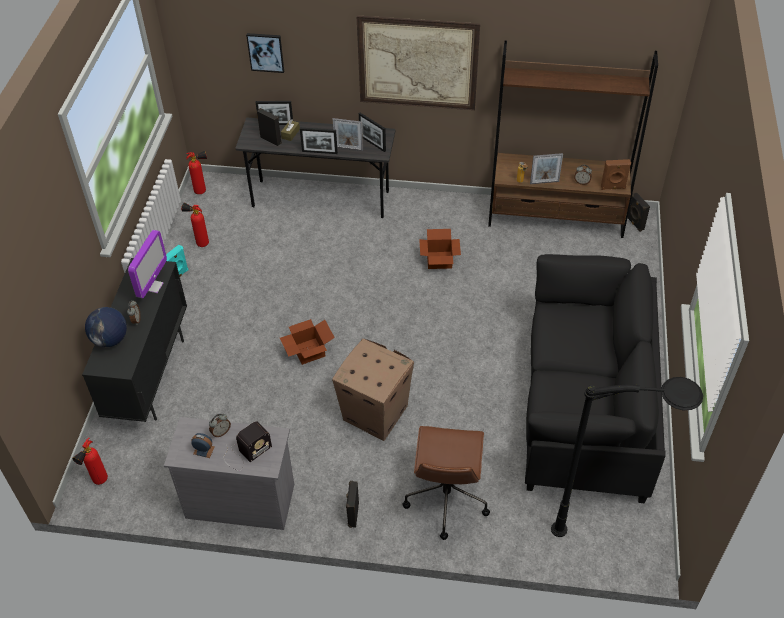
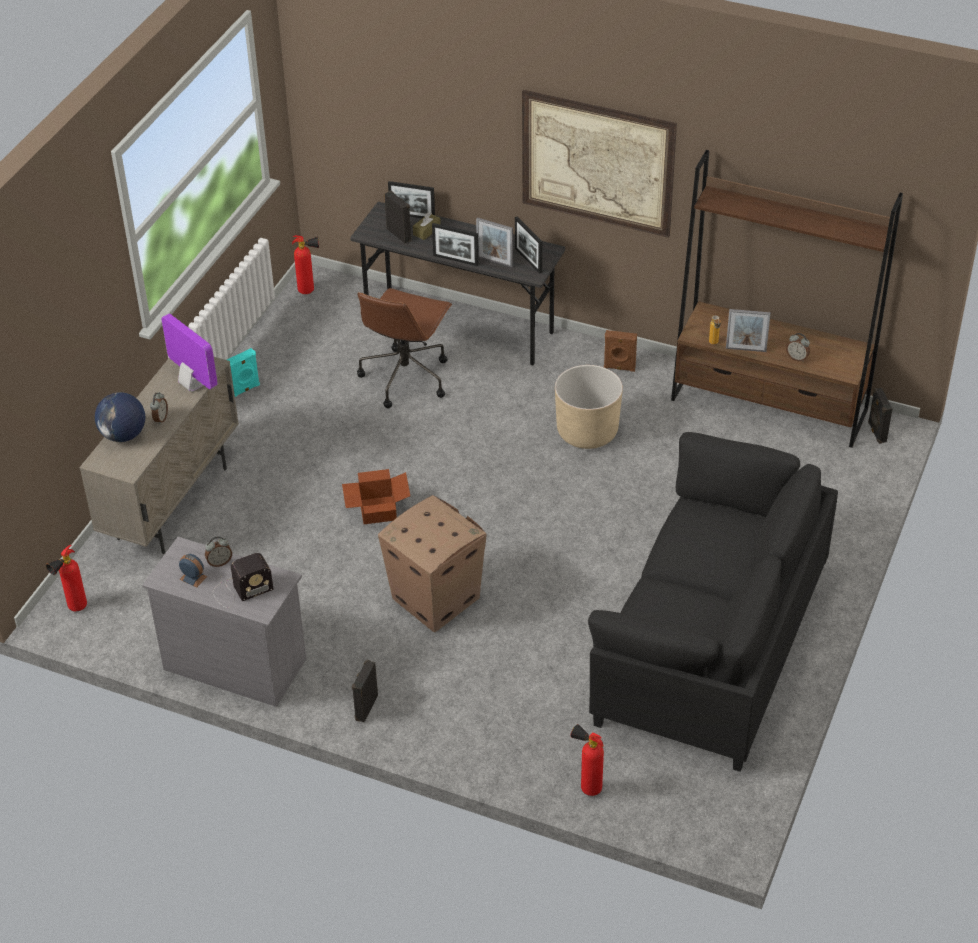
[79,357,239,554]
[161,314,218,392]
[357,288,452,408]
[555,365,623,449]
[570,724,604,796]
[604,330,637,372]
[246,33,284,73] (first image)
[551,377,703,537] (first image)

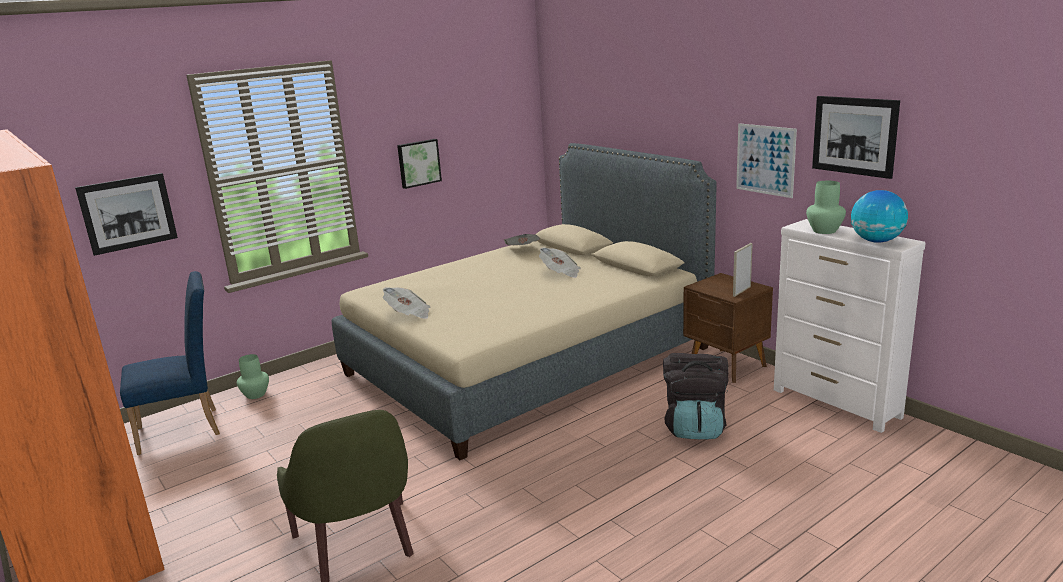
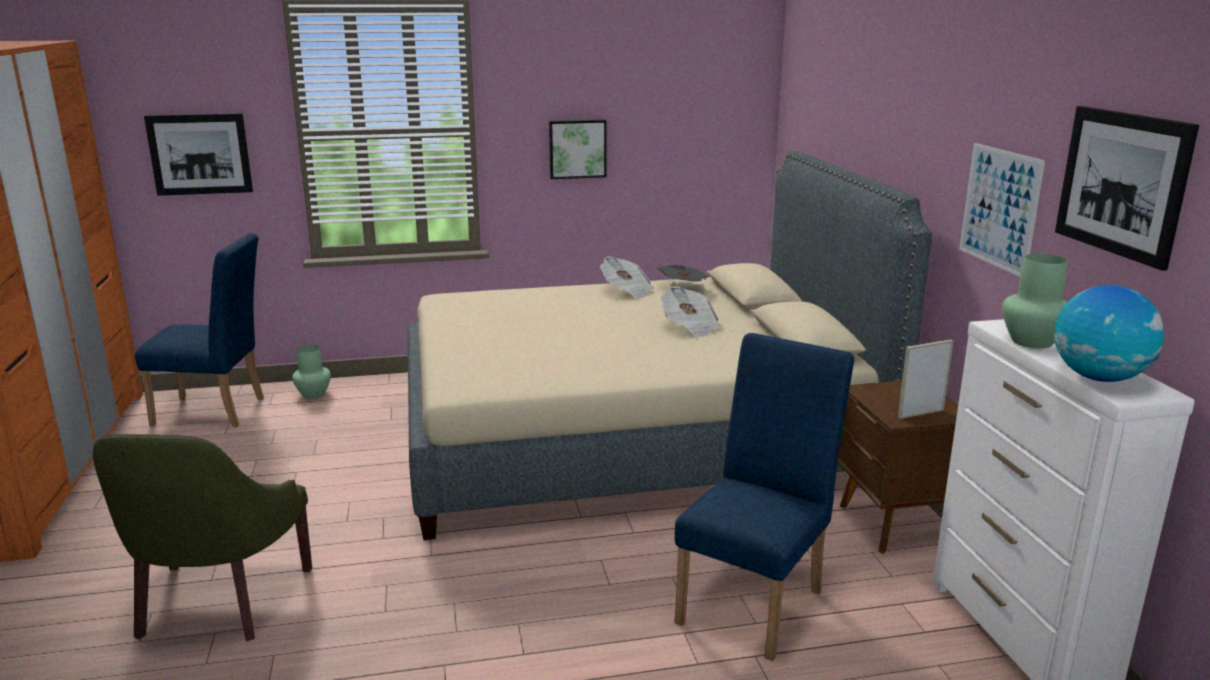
[600,257,654,299]
[674,333,854,661]

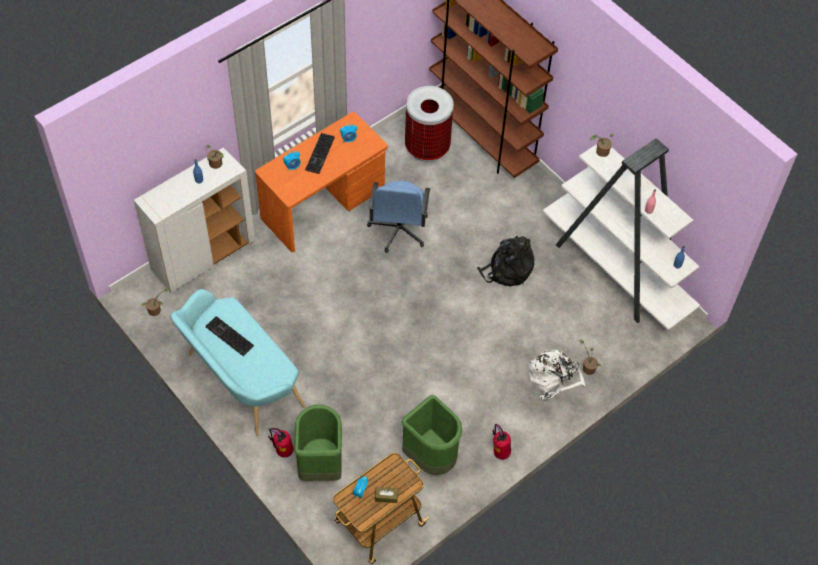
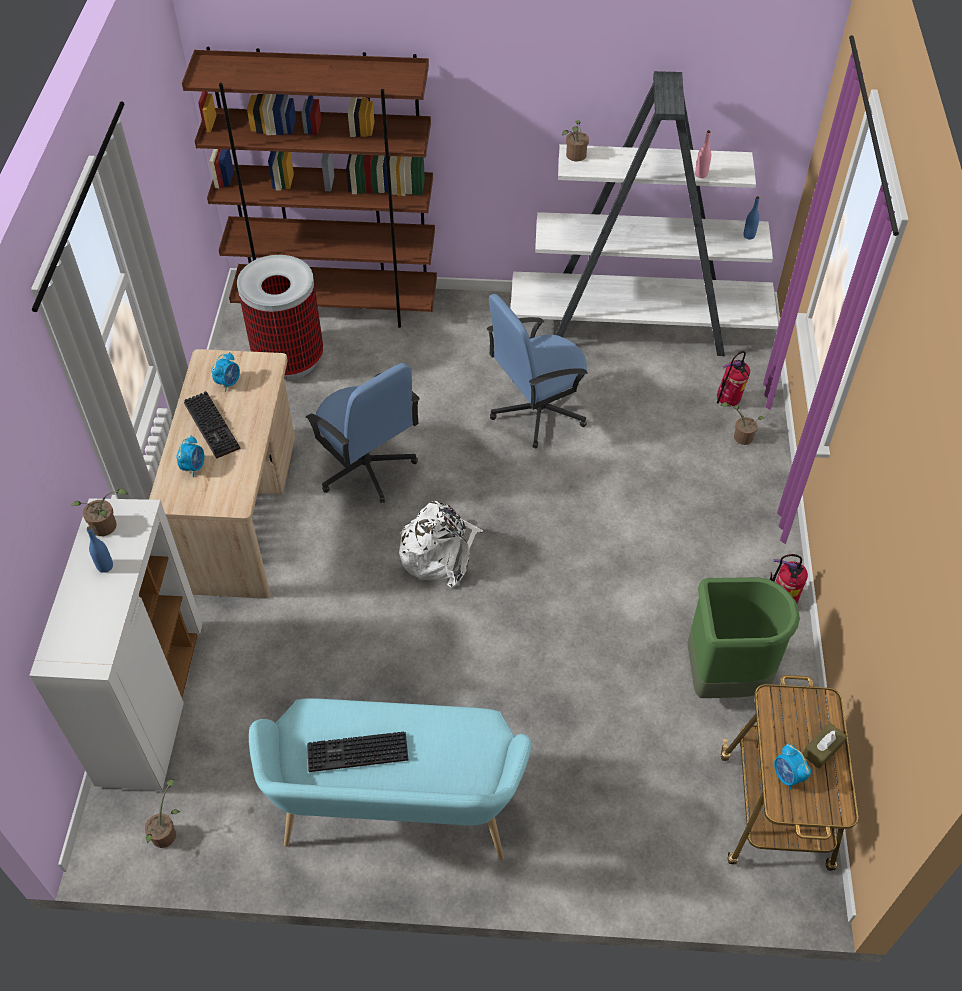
[149,349,295,599]
[399,501,483,588]
[487,294,588,448]
[717,351,750,406]
[294,405,342,481] (first image)

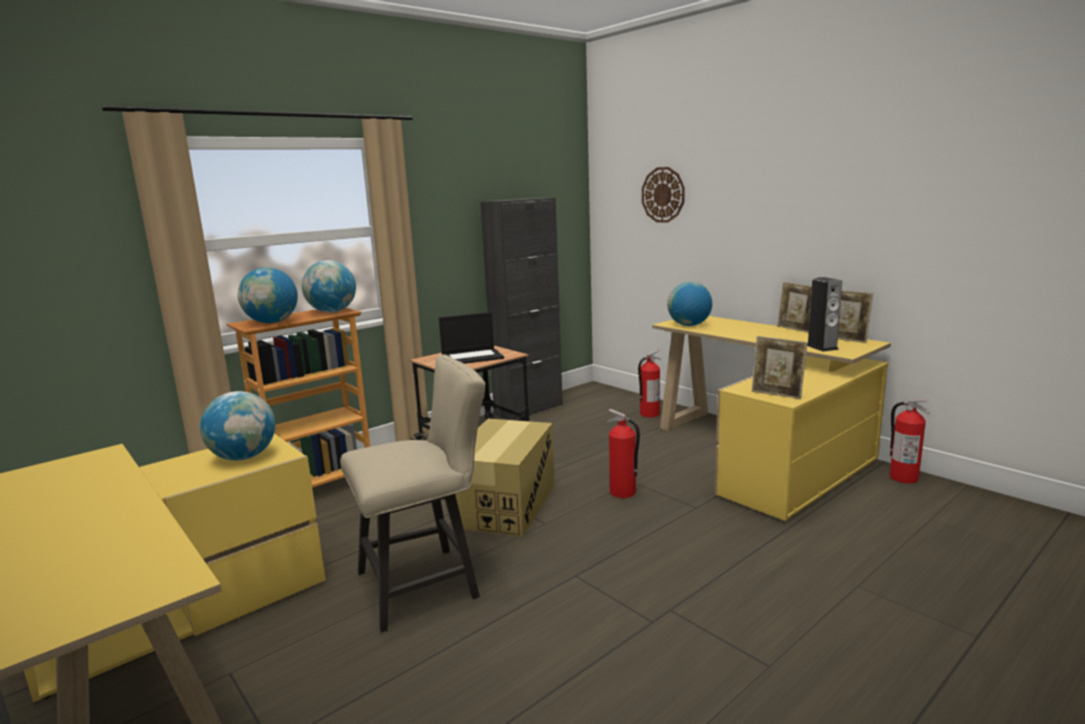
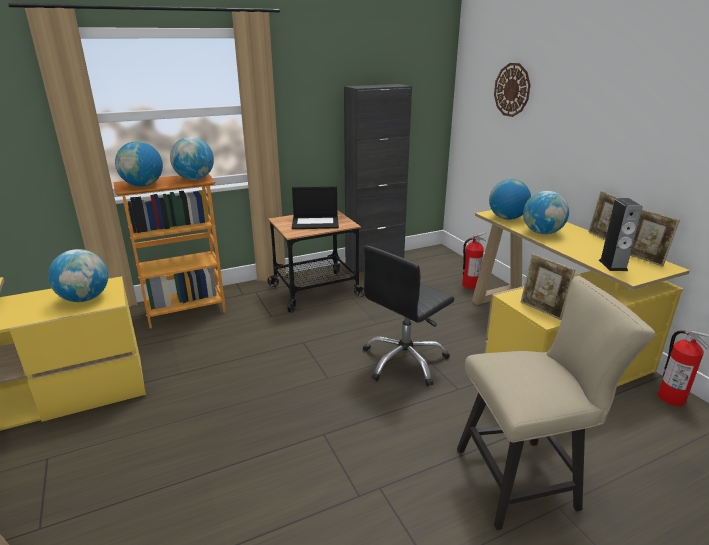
[363,245,454,387]
[457,276,655,530]
[523,191,569,234]
[451,419,555,537] (first image)

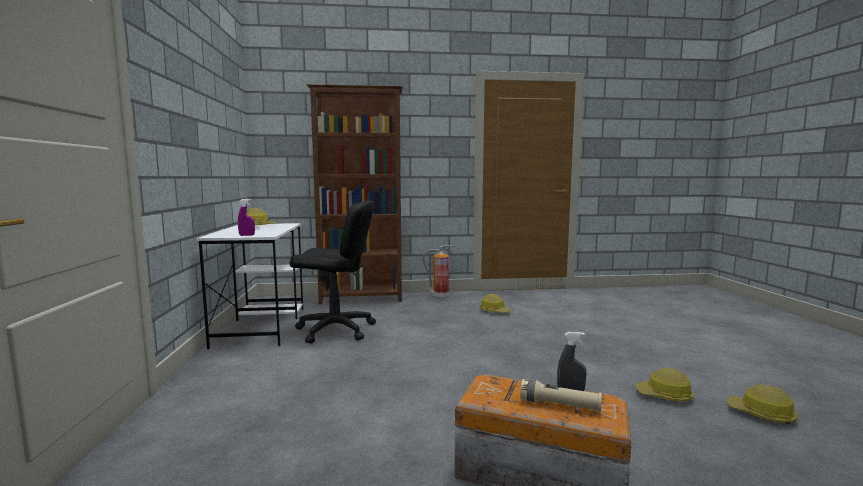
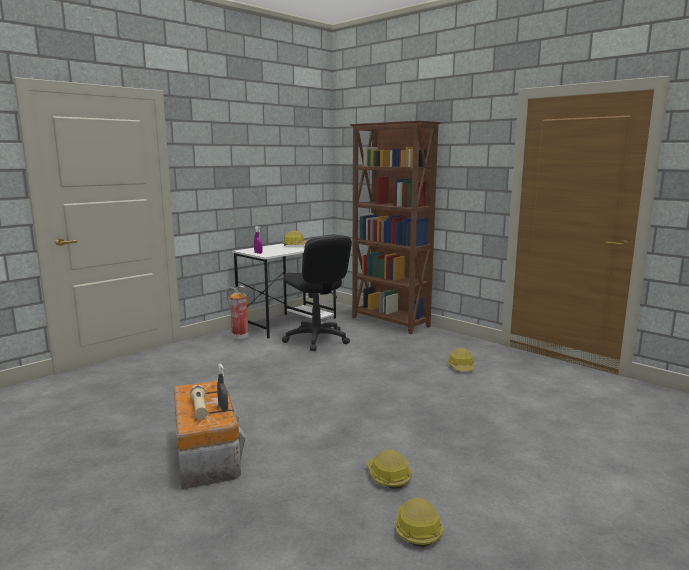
[227,286,249,341]

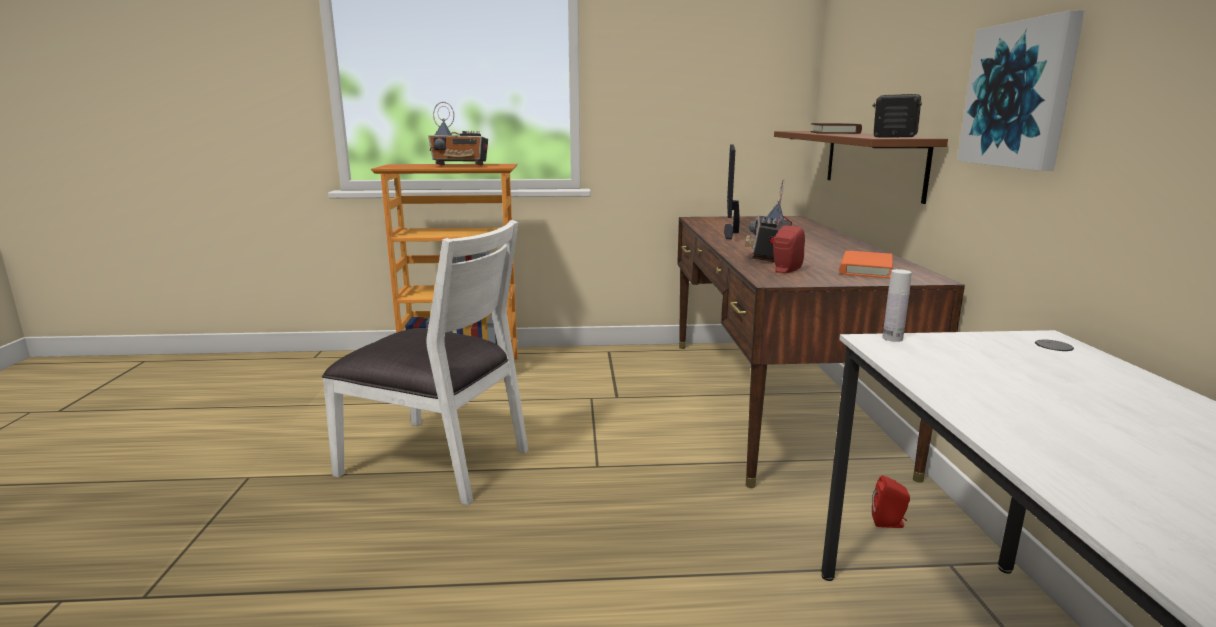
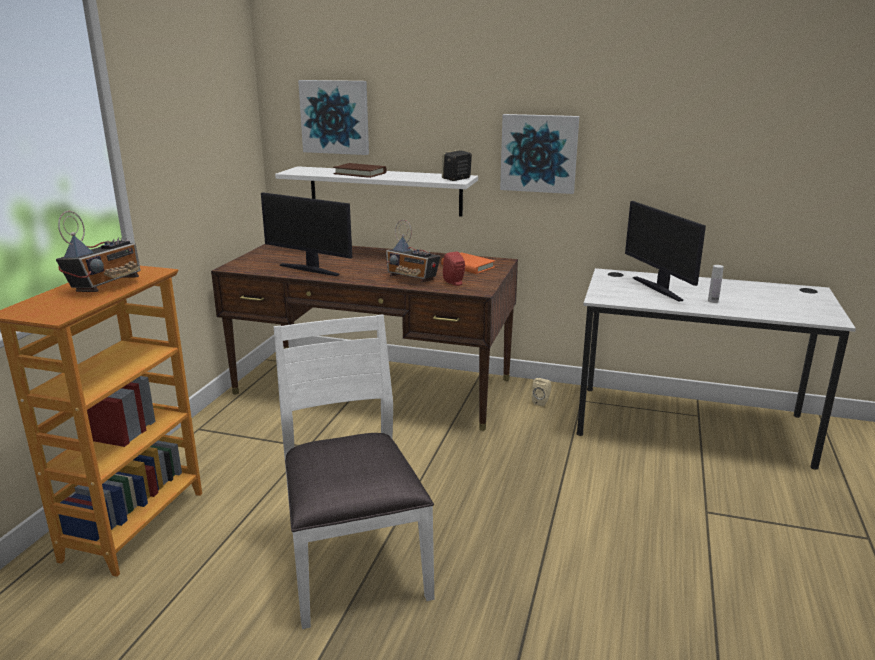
[274,315,434,629]
[275,166,478,217]
[298,80,369,155]
[532,378,551,407]
[625,201,706,302]
[708,265,724,303]

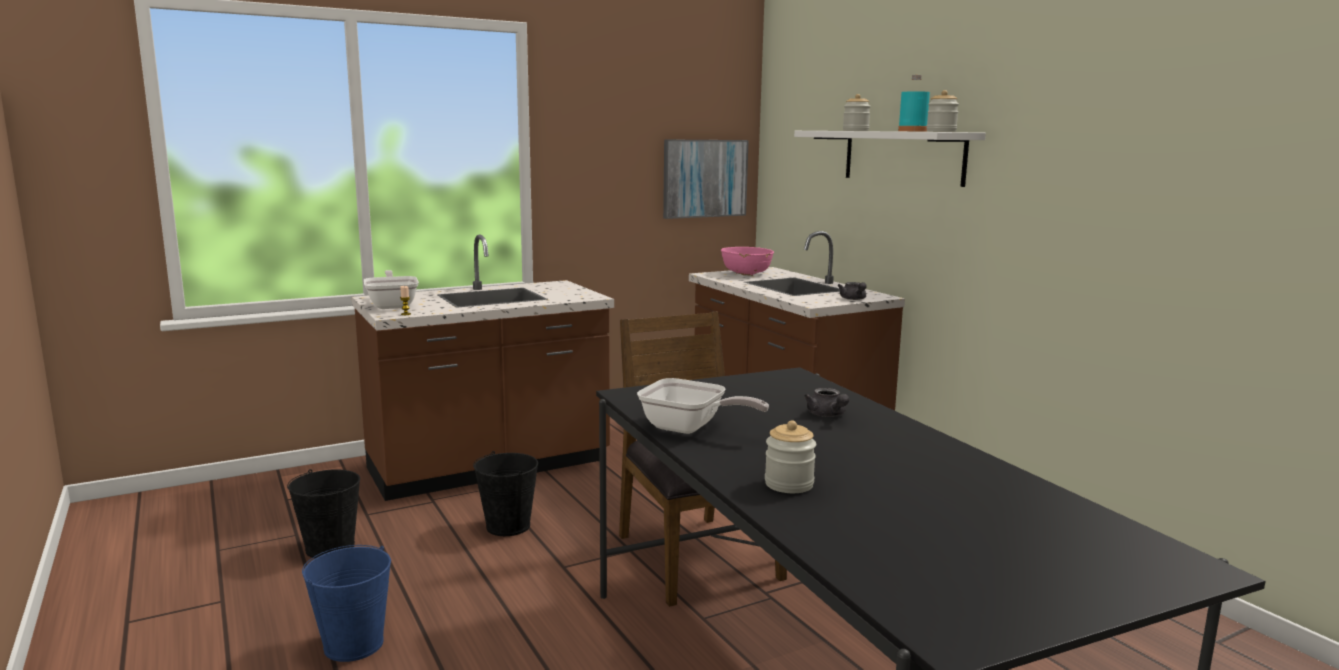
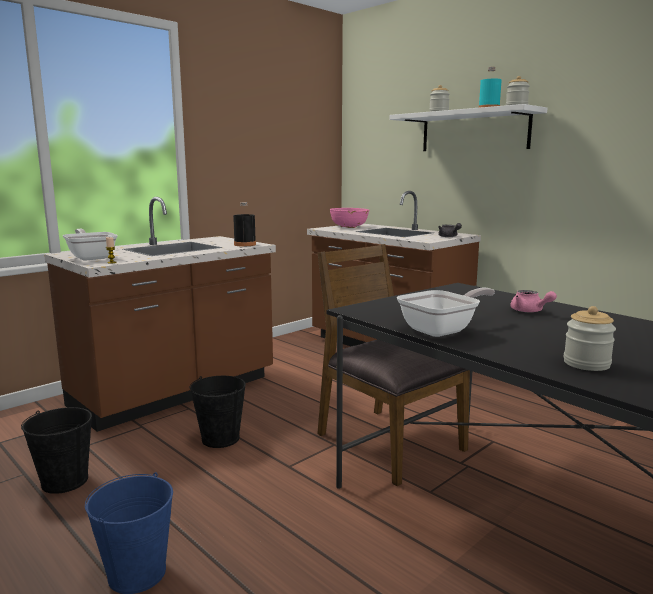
[233,202,256,246]
[397,287,495,337]
[510,290,557,313]
[663,139,749,219] (first image)

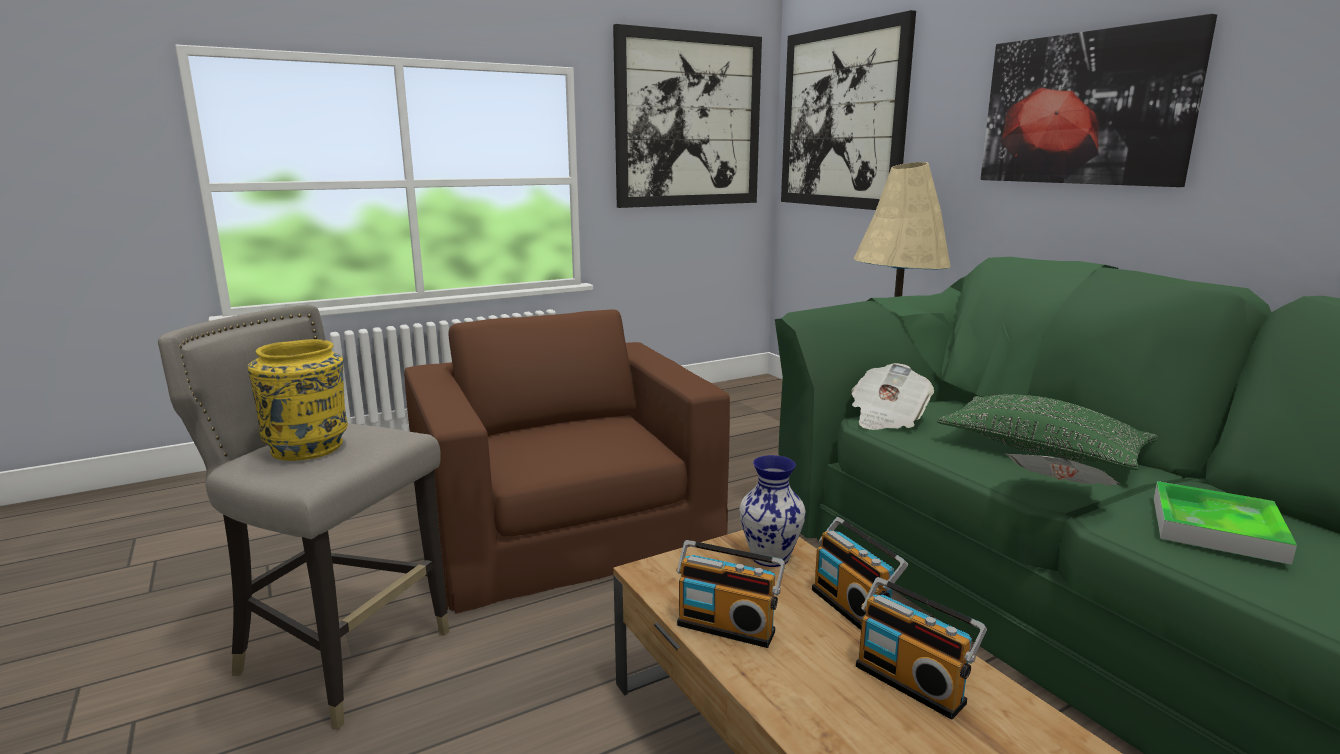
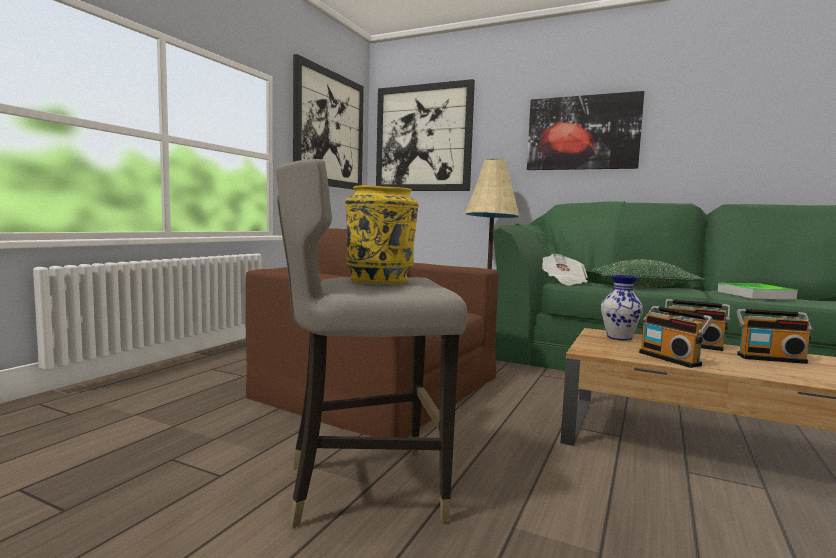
[639,306,713,368]
[1006,454,1120,486] (first image)

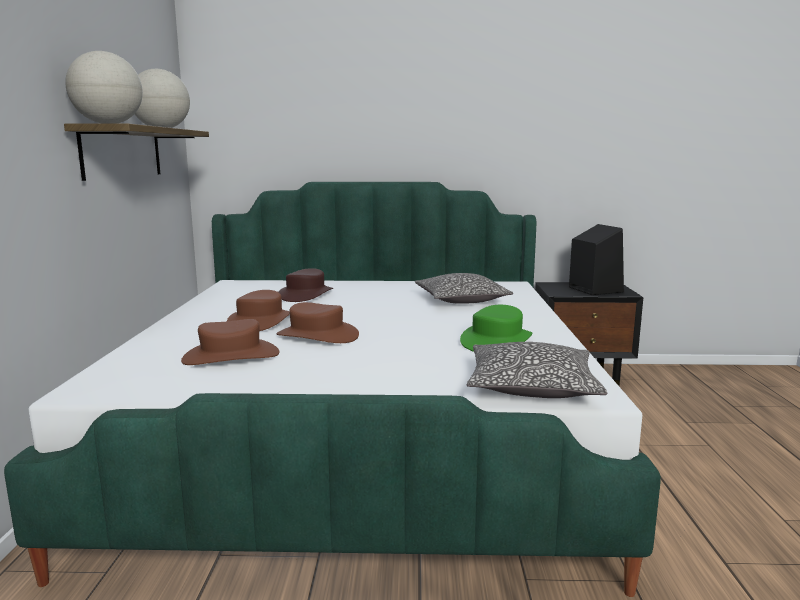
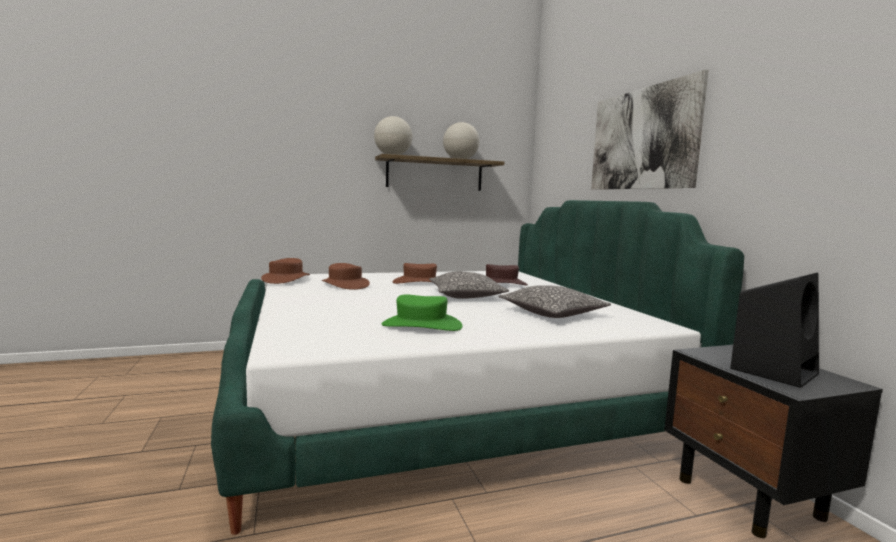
[261,258,310,284]
[429,272,510,299]
[591,70,708,190]

